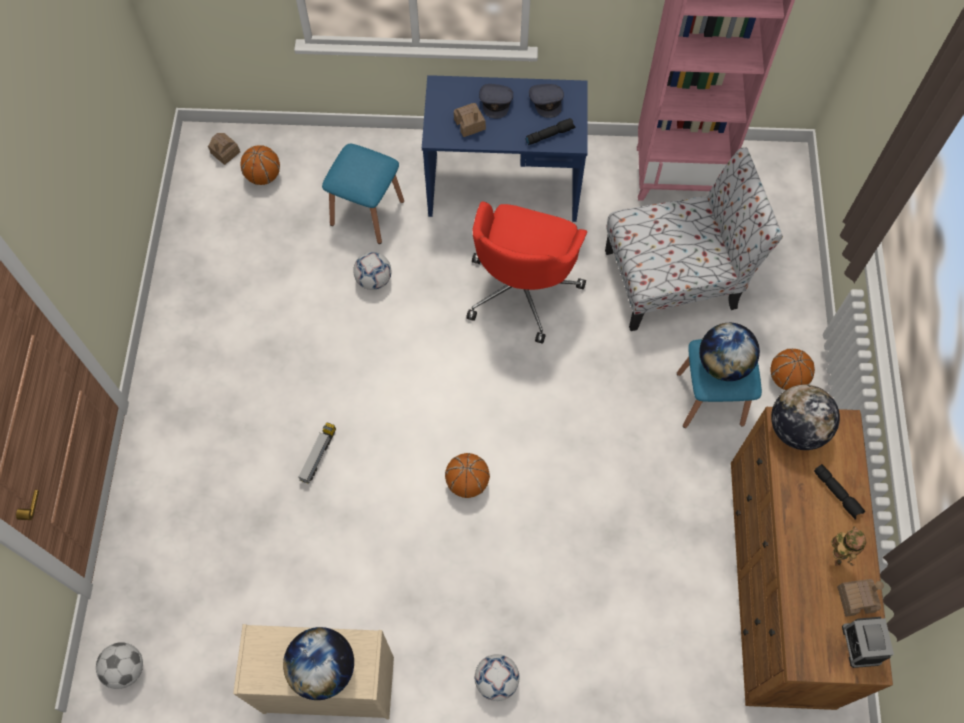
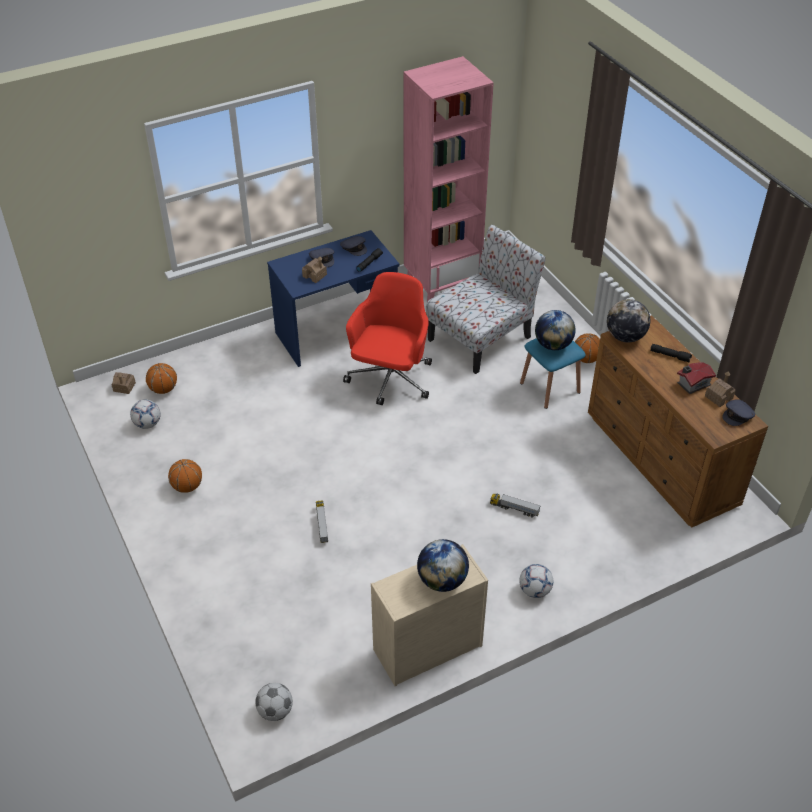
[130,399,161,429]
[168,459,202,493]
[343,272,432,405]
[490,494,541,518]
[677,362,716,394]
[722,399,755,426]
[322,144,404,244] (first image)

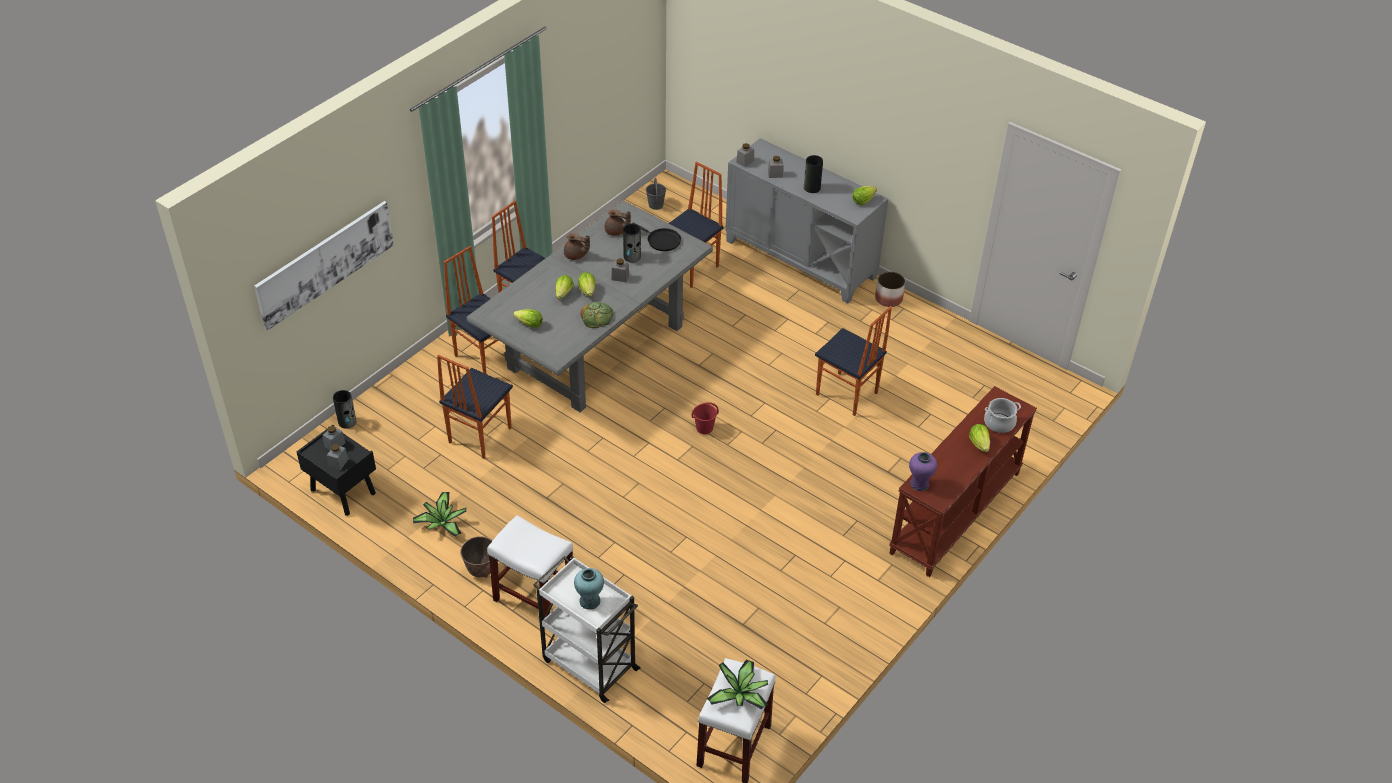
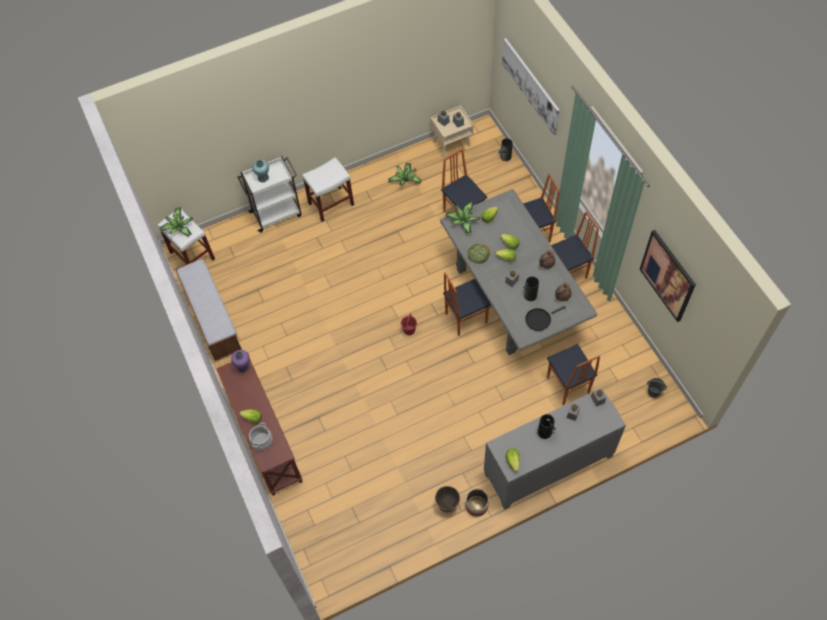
[175,259,242,361]
[431,105,474,157]
[435,486,460,512]
[443,272,491,336]
[445,202,480,233]
[639,230,696,322]

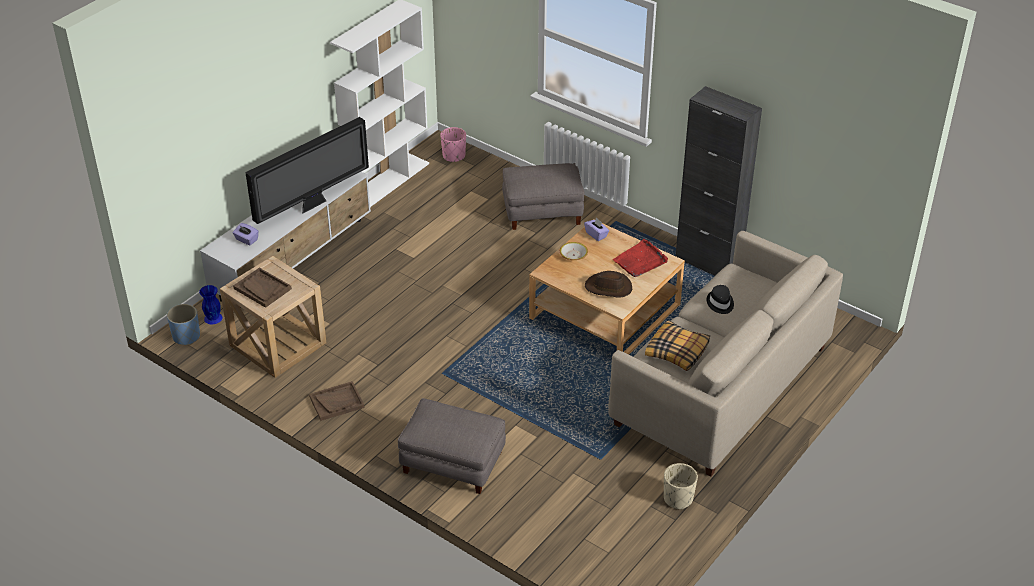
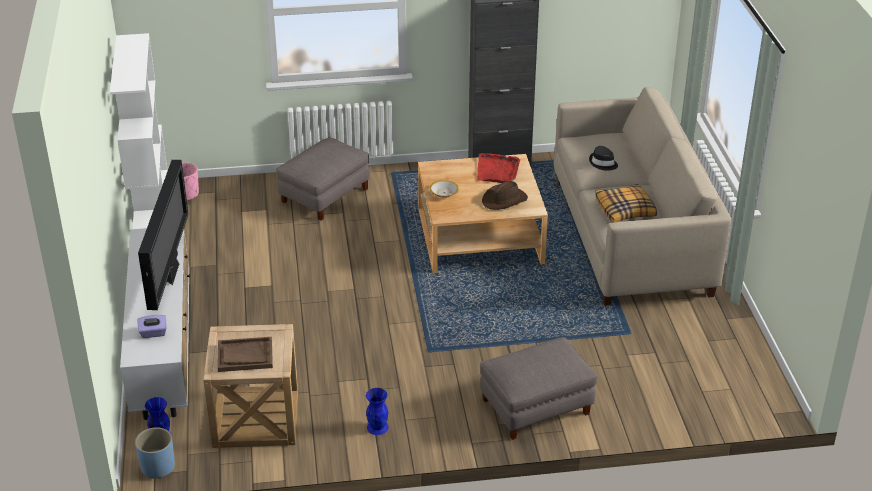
[366,388,389,435]
[584,218,609,241] (first image)
[664,463,698,510] (first image)

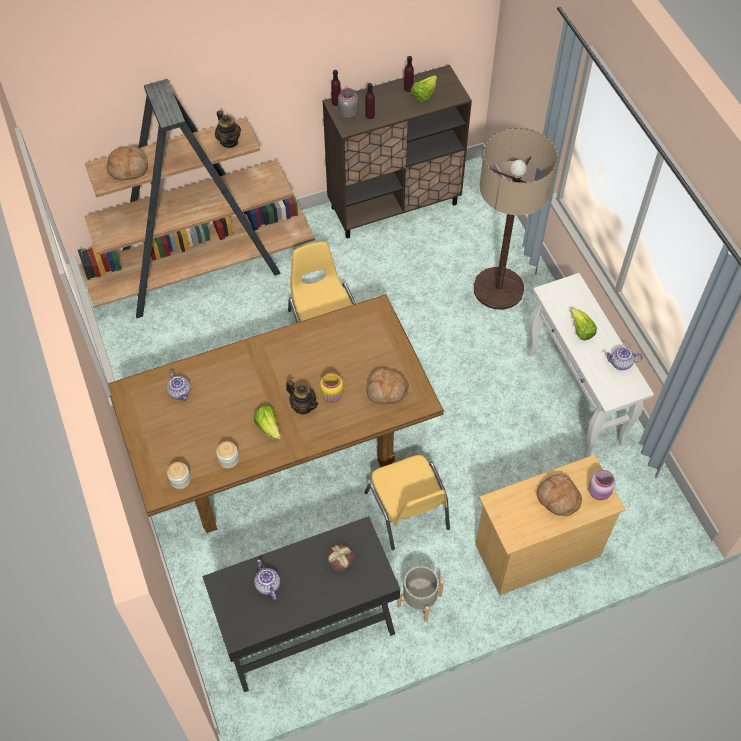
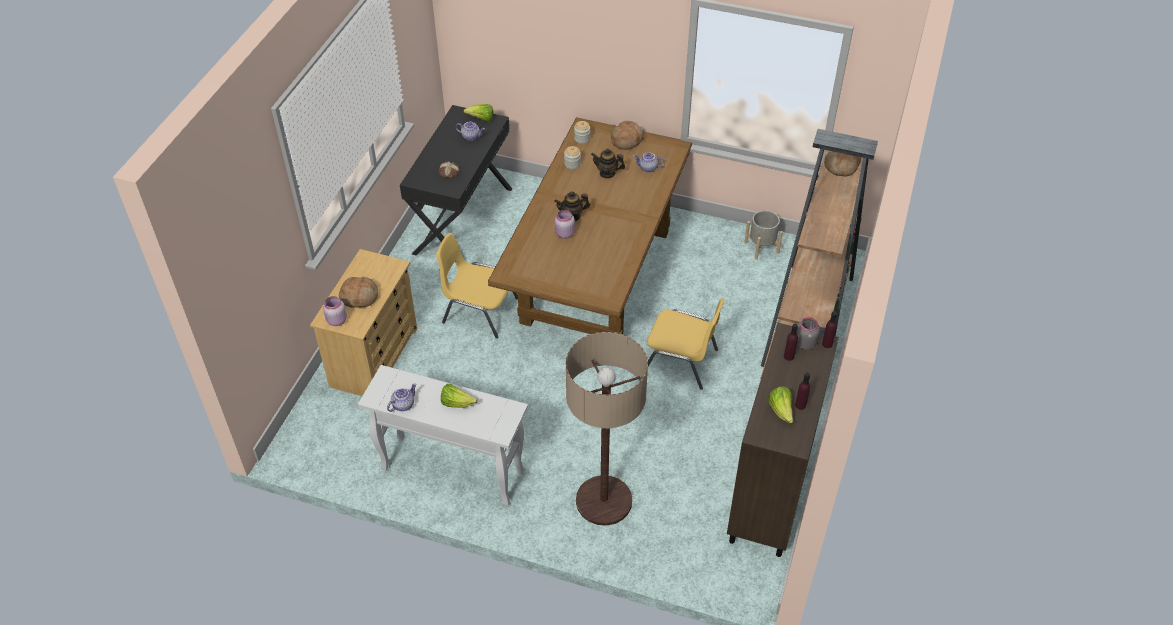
[464,104,493,121]
[555,210,575,239]
[591,149,625,179]
[611,121,644,150]
[744,210,783,259]

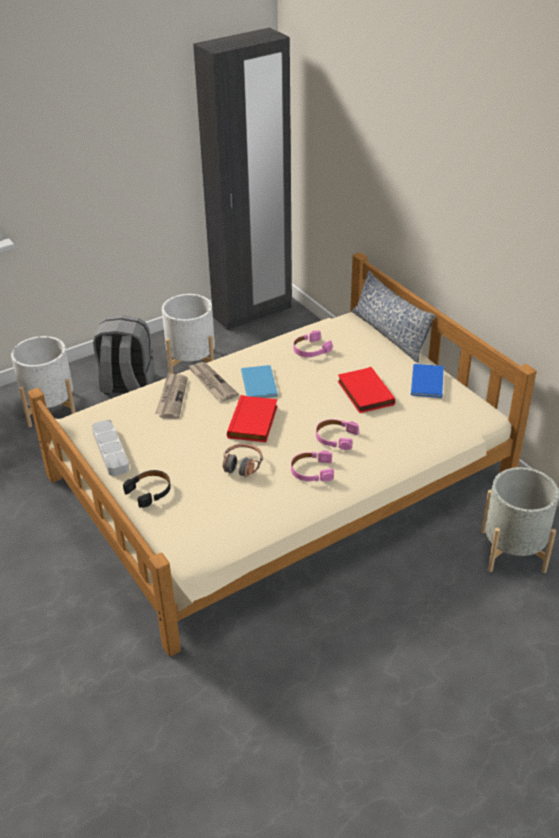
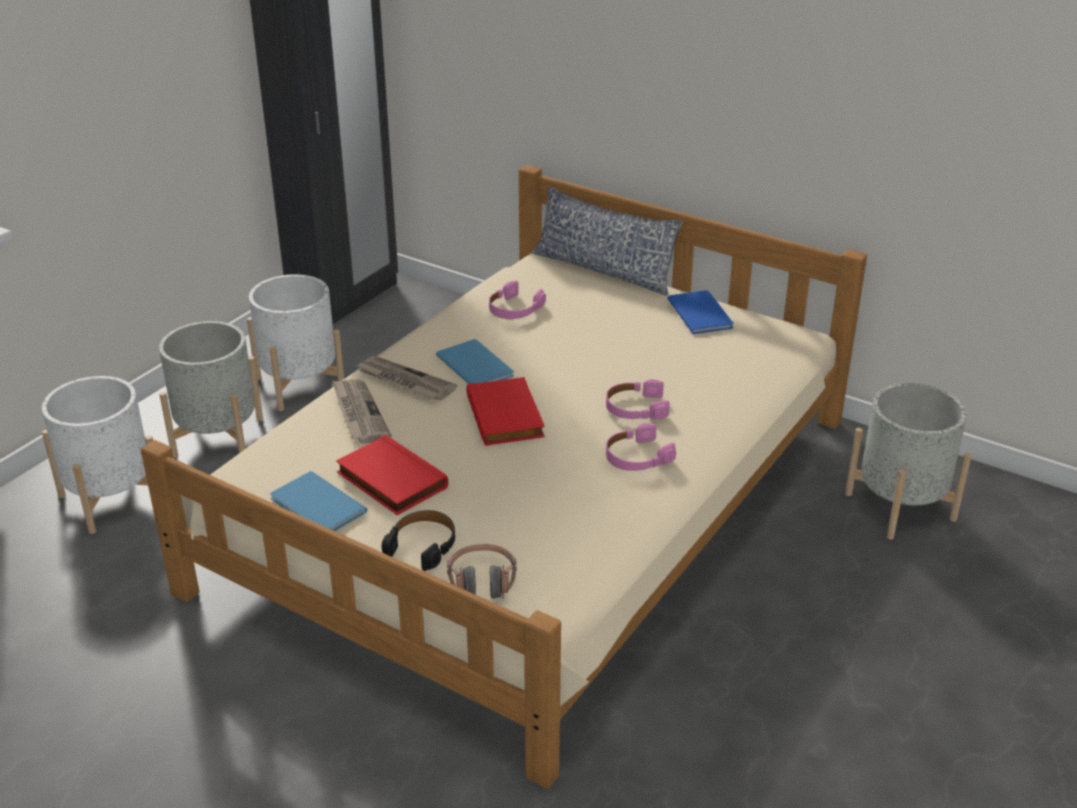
[159,321,263,458]
[270,471,368,531]
[336,435,448,515]
[447,544,517,599]

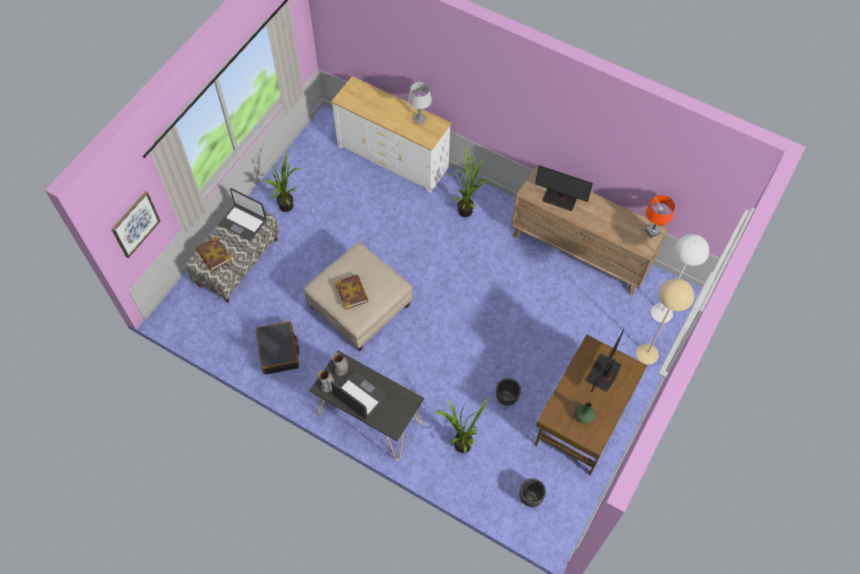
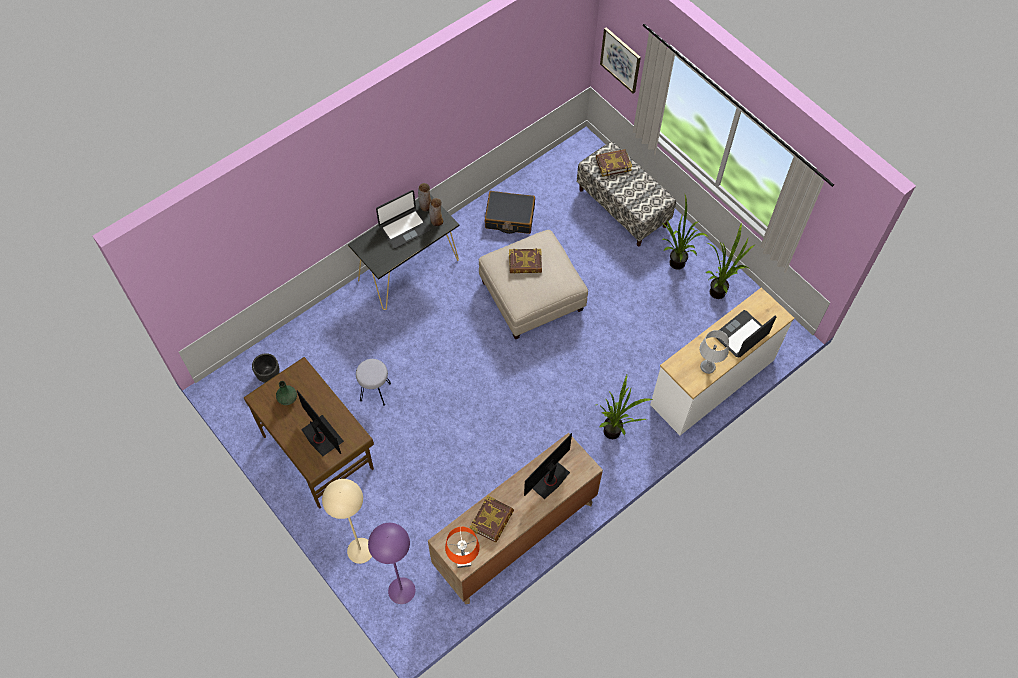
[356,359,391,406]
[368,523,415,604]
[470,495,514,542]
[706,222,755,299]
[716,310,776,358]

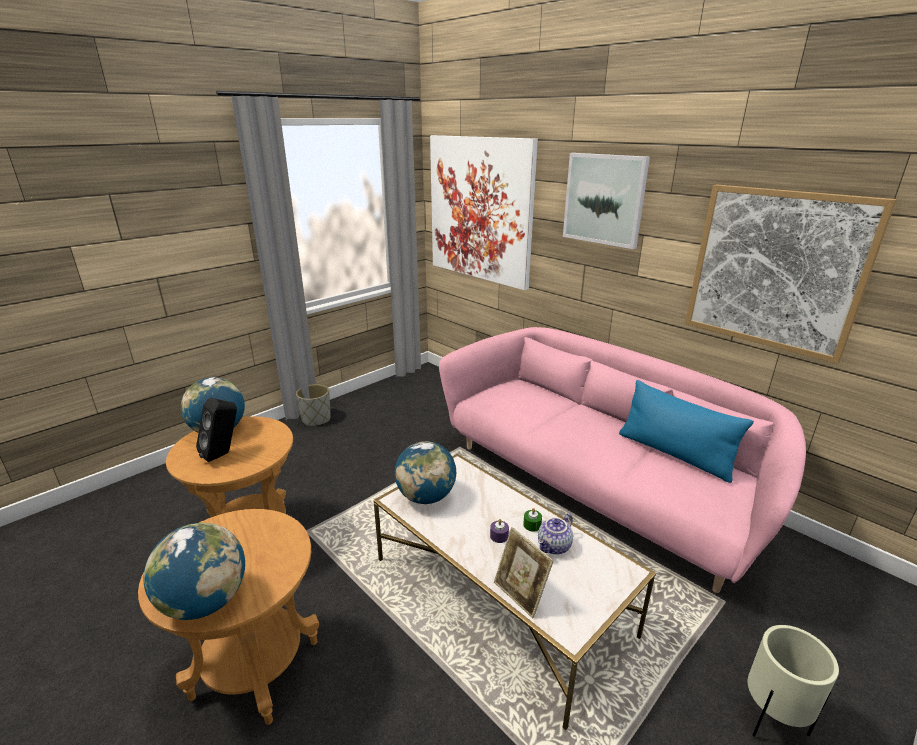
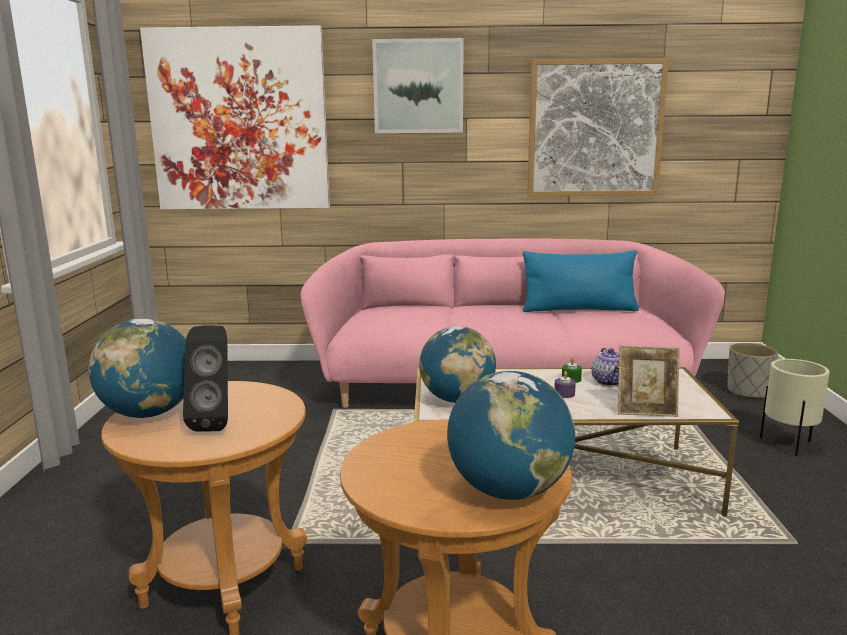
[727,343,778,398]

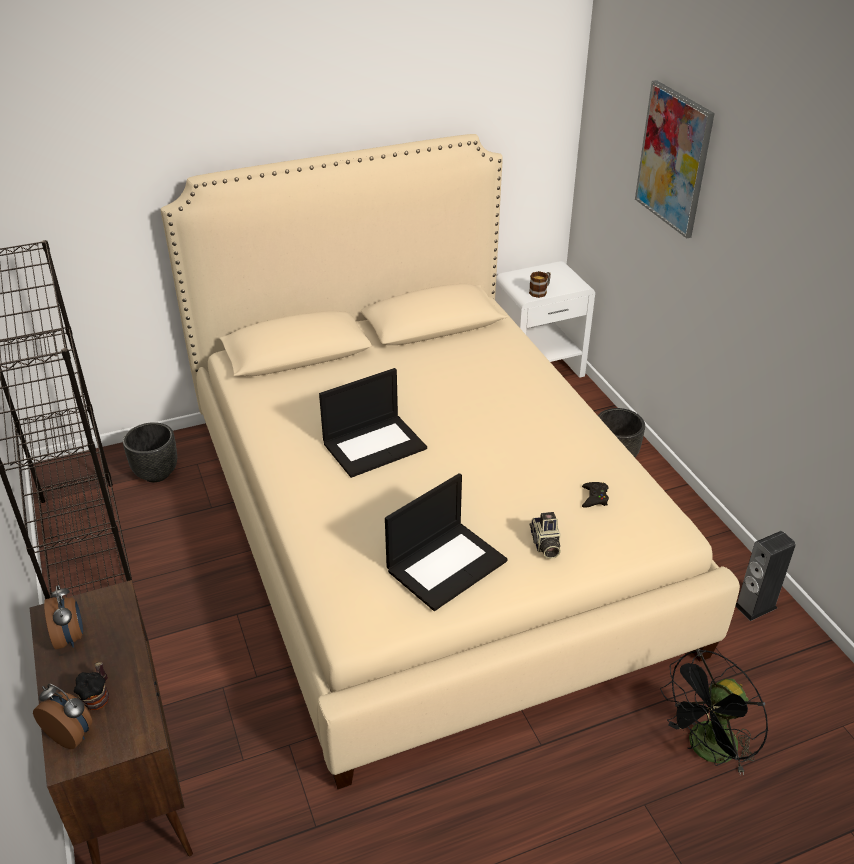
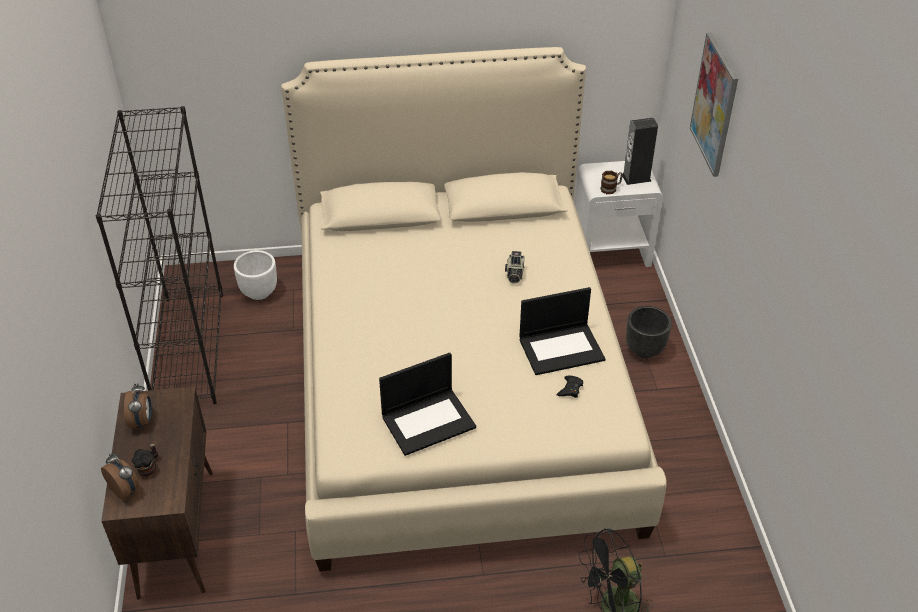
[234,250,277,300]
[505,251,524,284]
[519,287,605,375]
[622,118,658,185]

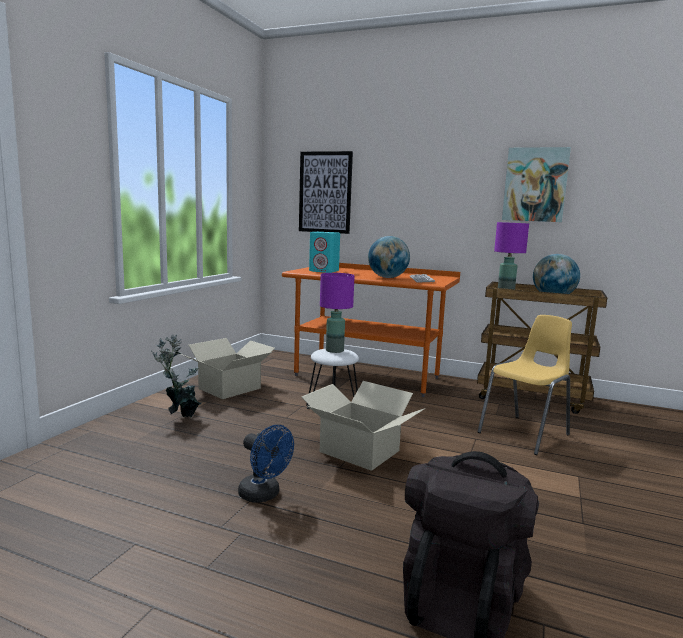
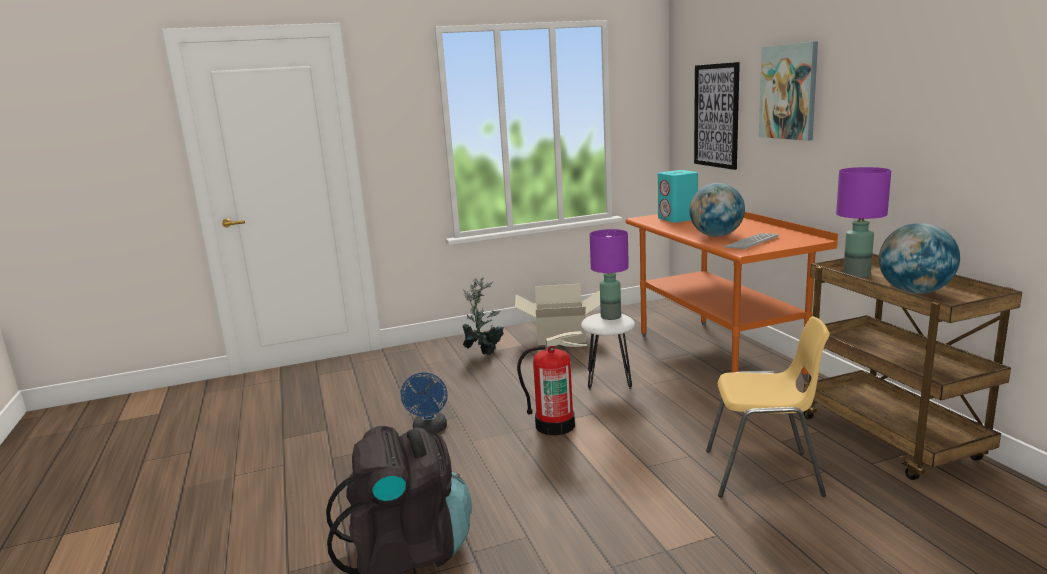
[517,331,587,435]
[759,41,818,141]

